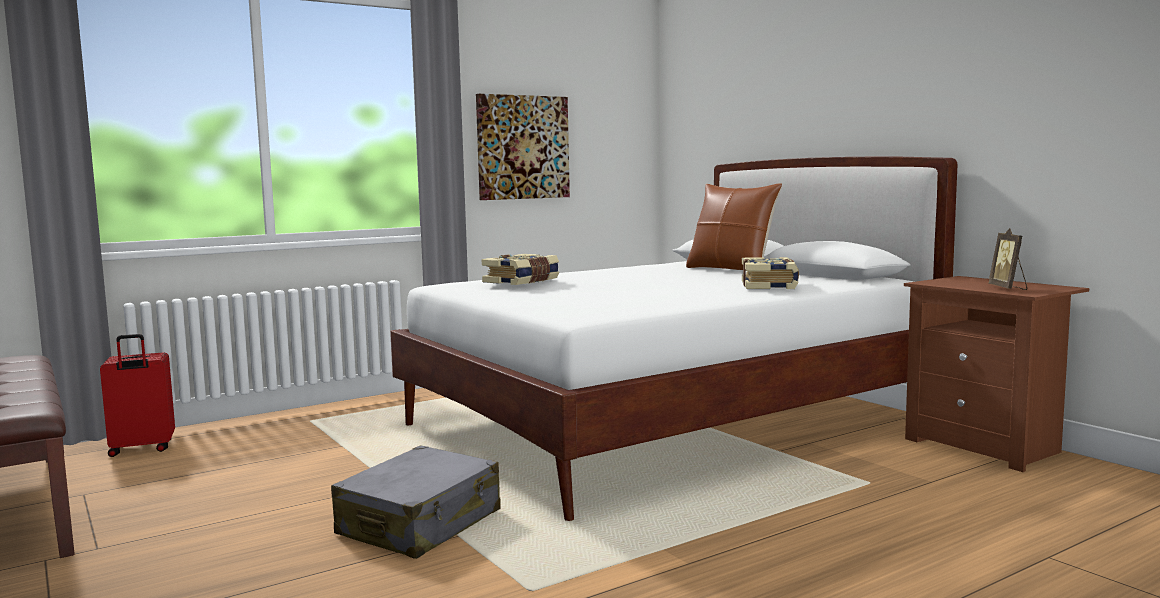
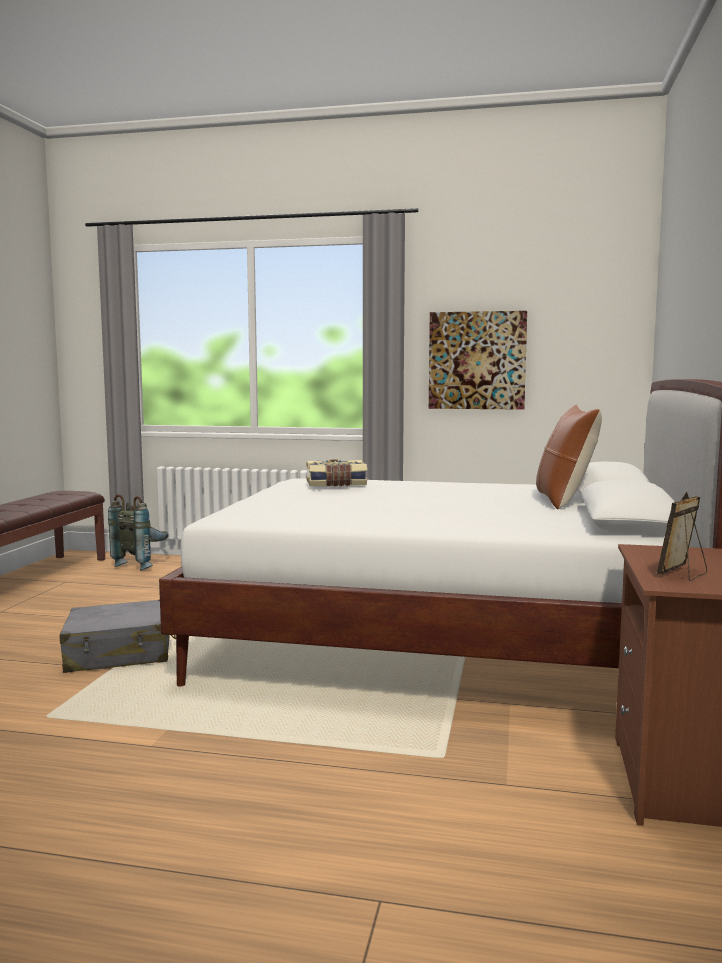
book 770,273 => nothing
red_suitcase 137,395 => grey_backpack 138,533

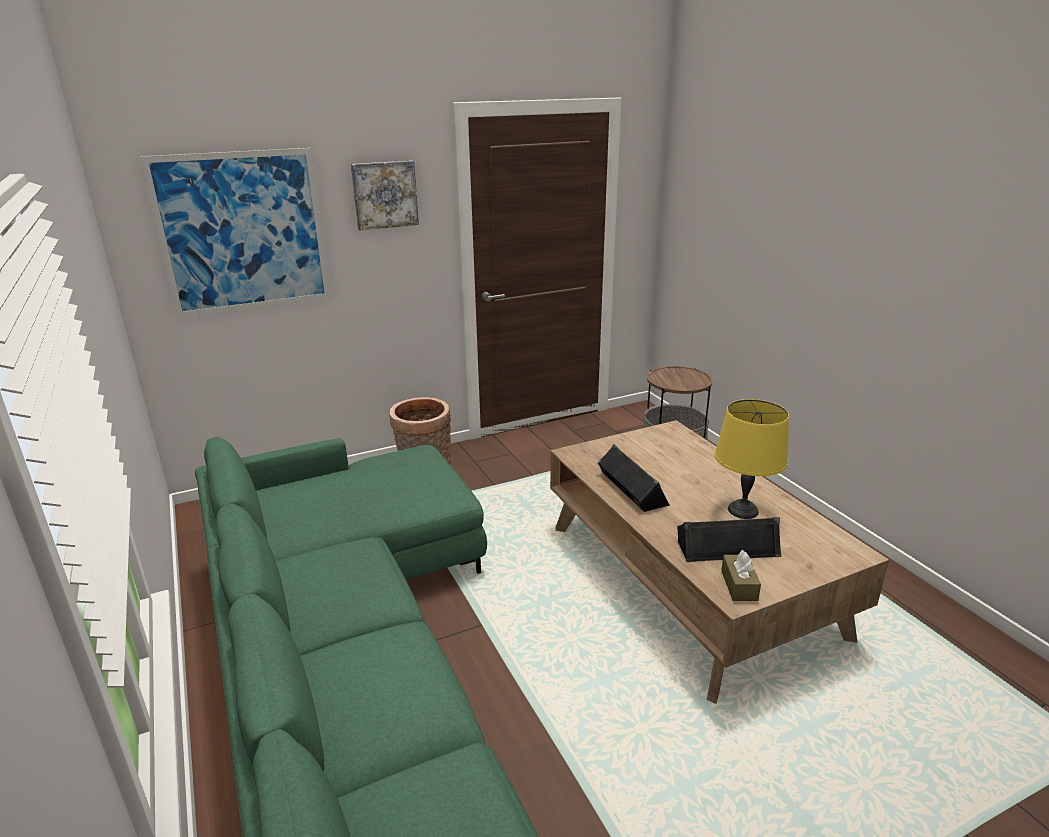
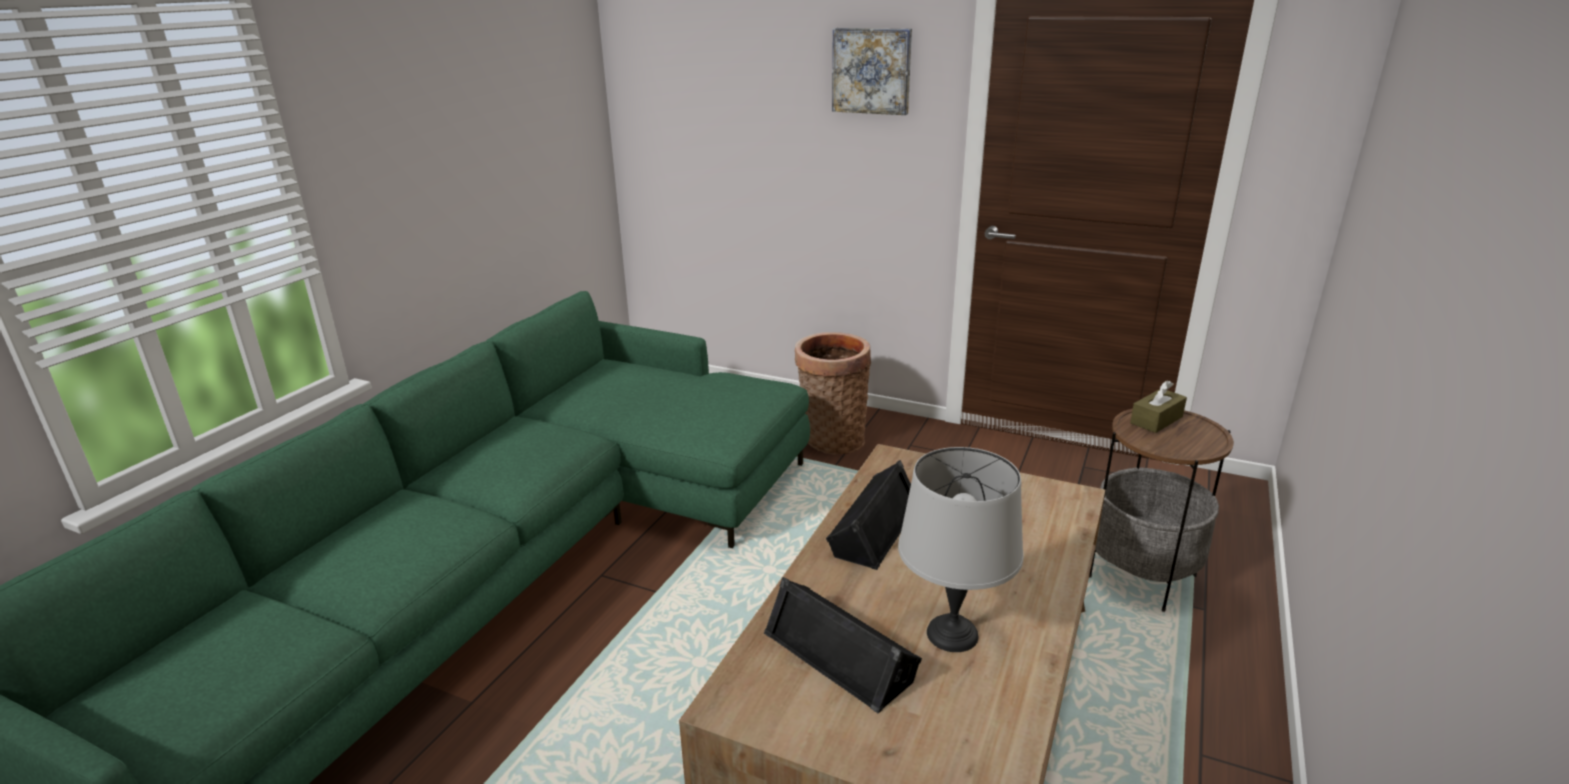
picture 235,233 => nothing
yellow_table_lamp 751,459 => grey_table_lamp 960,549
brown_tissue_box 741,575 => brown_tissue_box 1158,406, shifted

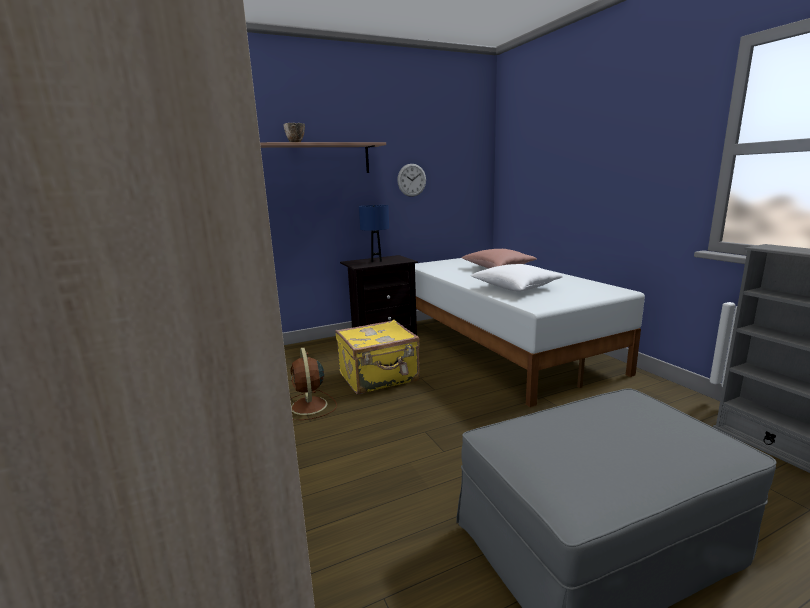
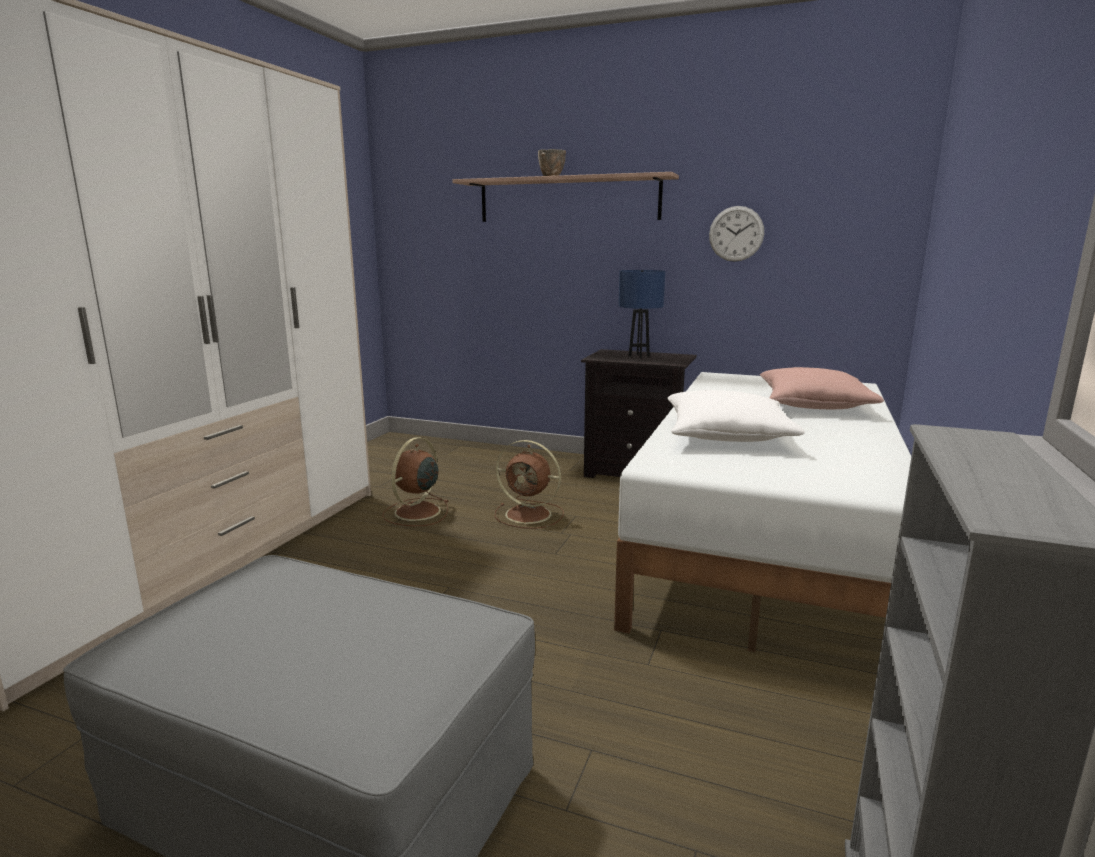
yellow_suitcase 377,357 => brown_fan 529,484

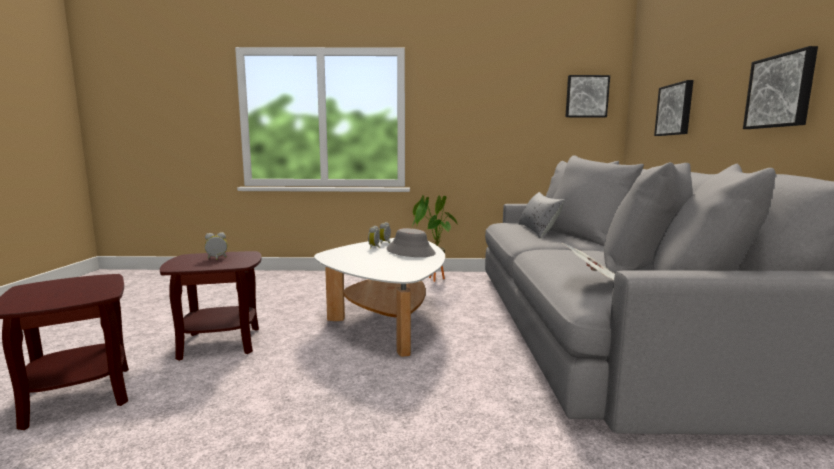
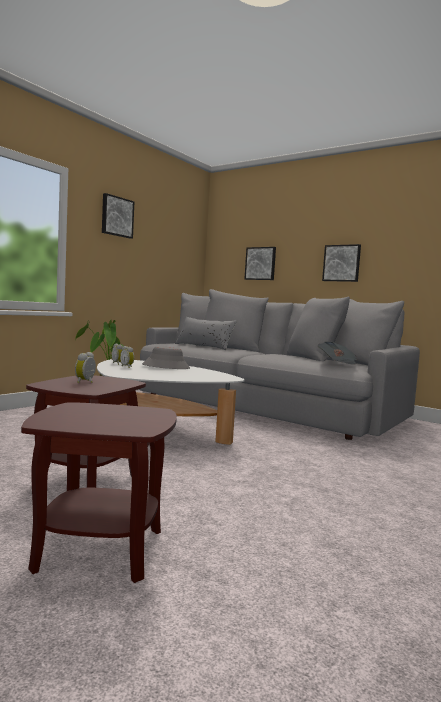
picture 587,96 => picture 118,216, shifted

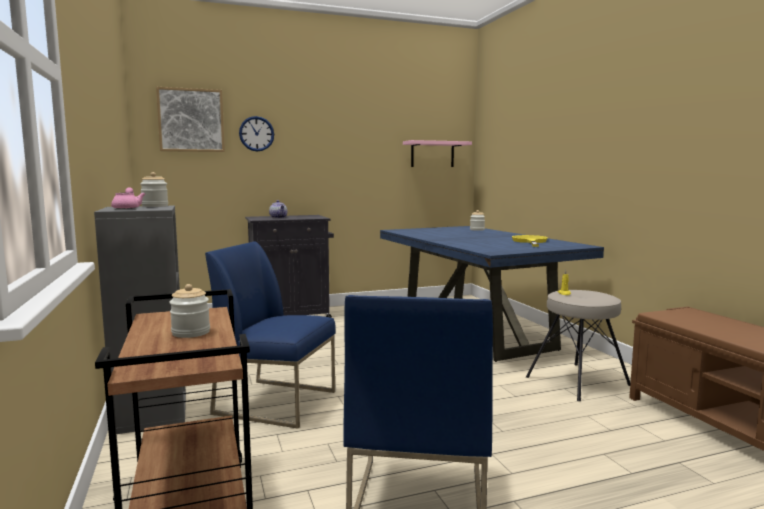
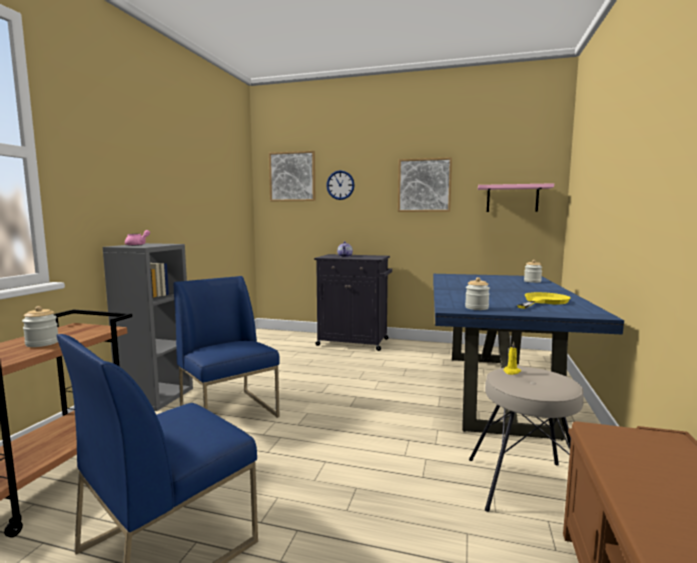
jar 154,189 => jar 477,293, shifted
nothing => picture 425,184

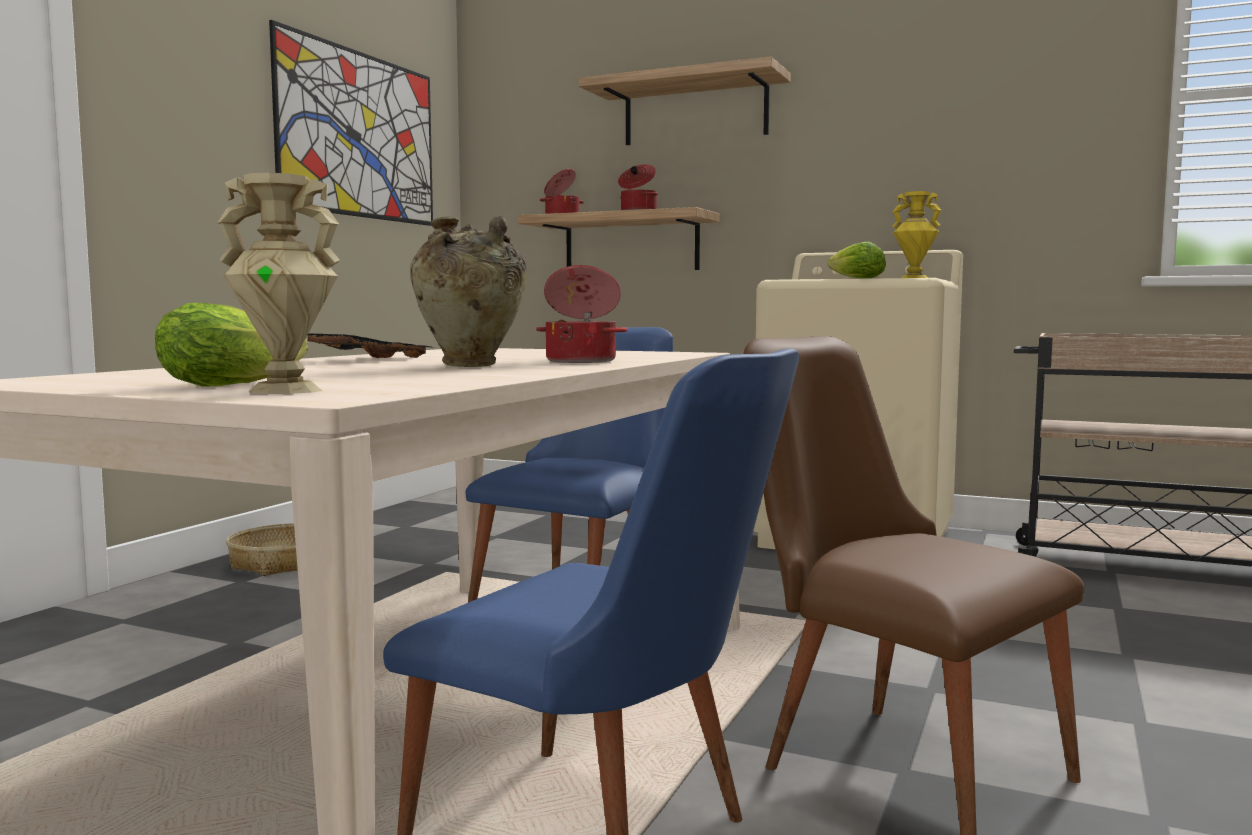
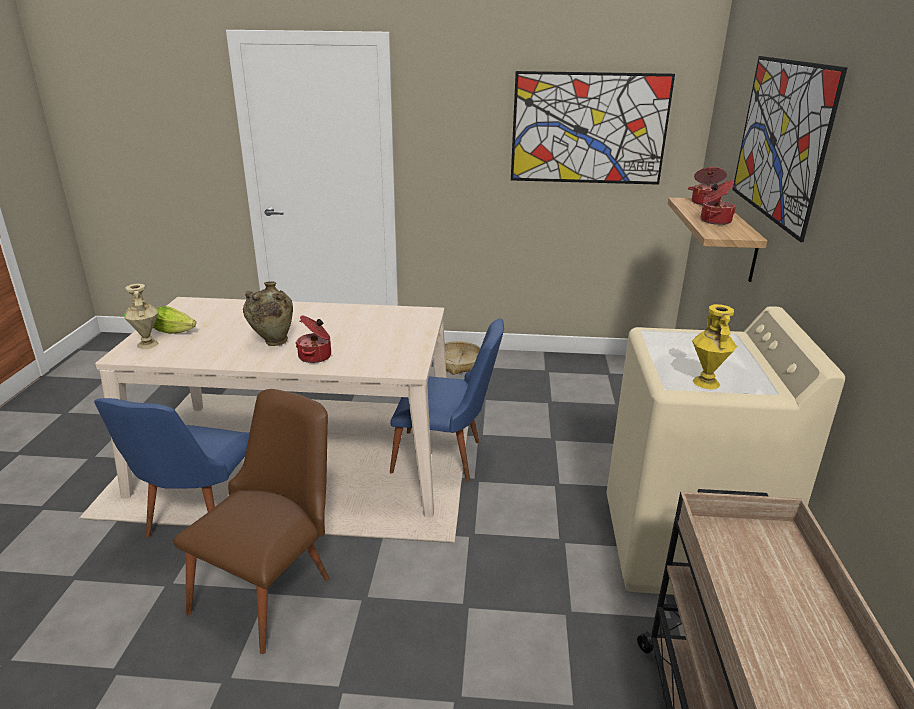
shelf 685,100 => picture 790,149
lettuce 856,260 => nothing
black_tray 371,345 => nothing

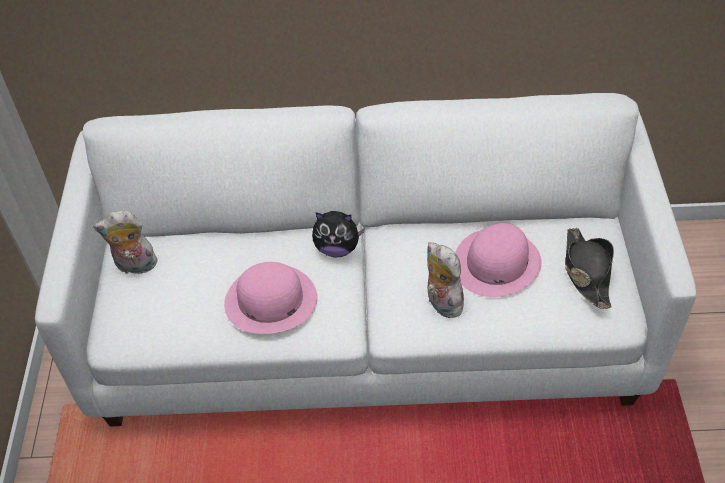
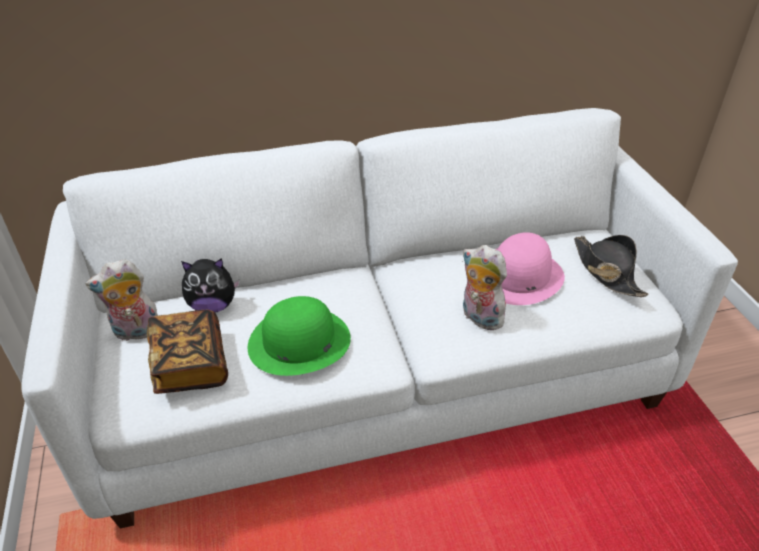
plush_toy 338,234 => plush_toy 210,285, shifted
pink_hat 271,298 => green_hat 299,336
nothing => book 187,352

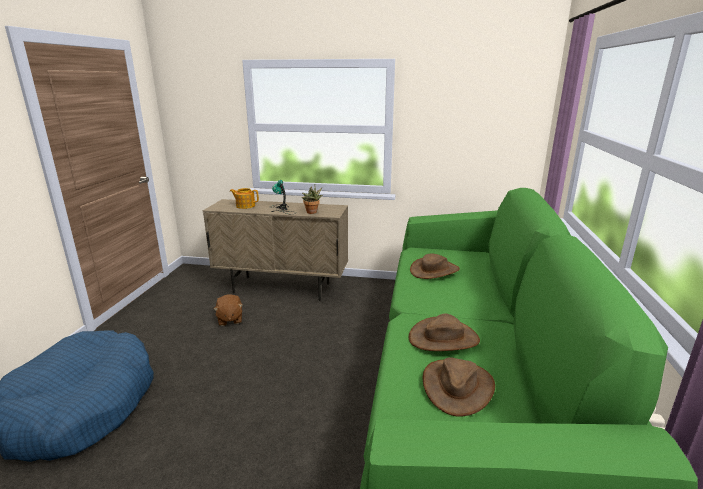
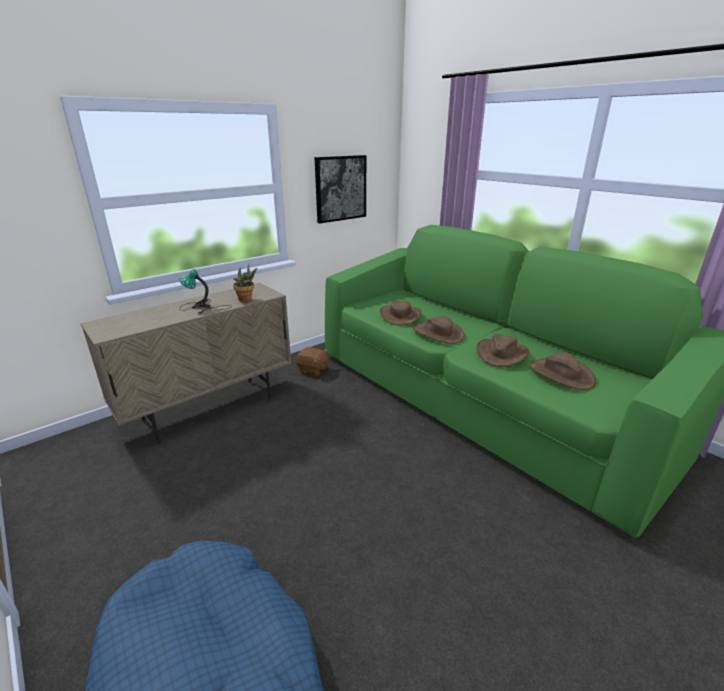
teapot 244,198 => nothing
brown_plush_toy 228,310 => brown_plush_toy 313,361, shifted
nothing => picture 340,189
nothing => brown_hat 438,330

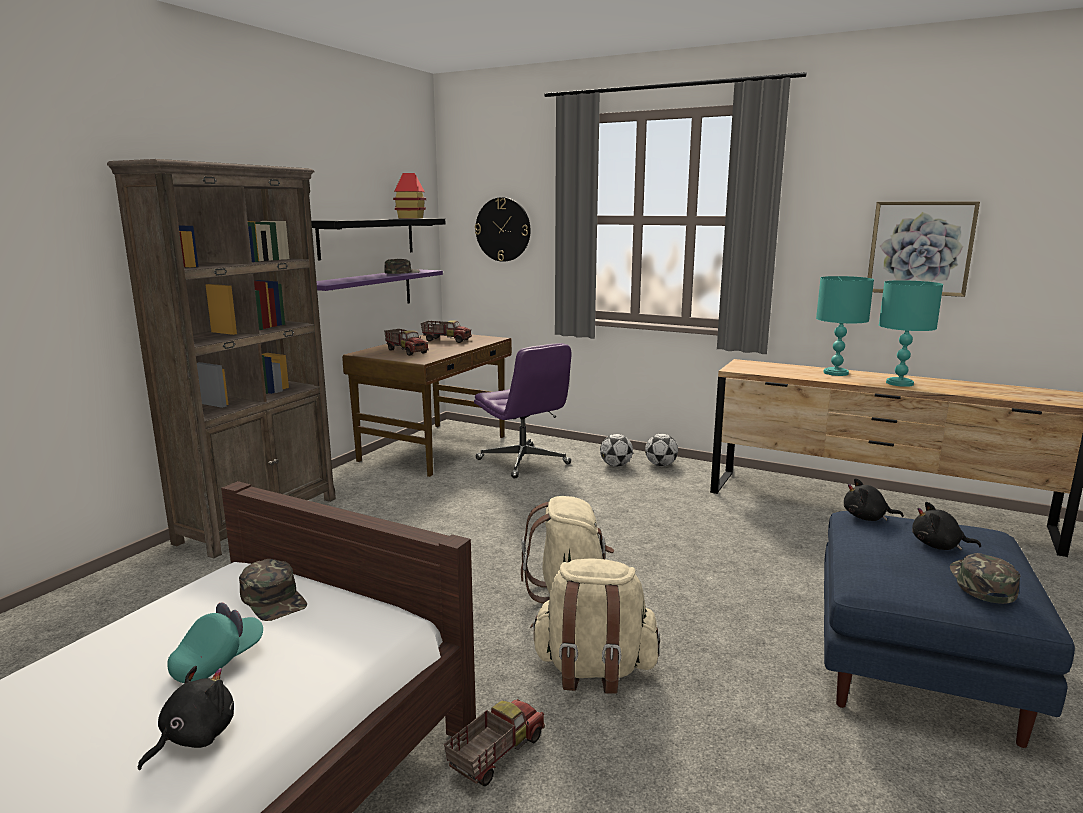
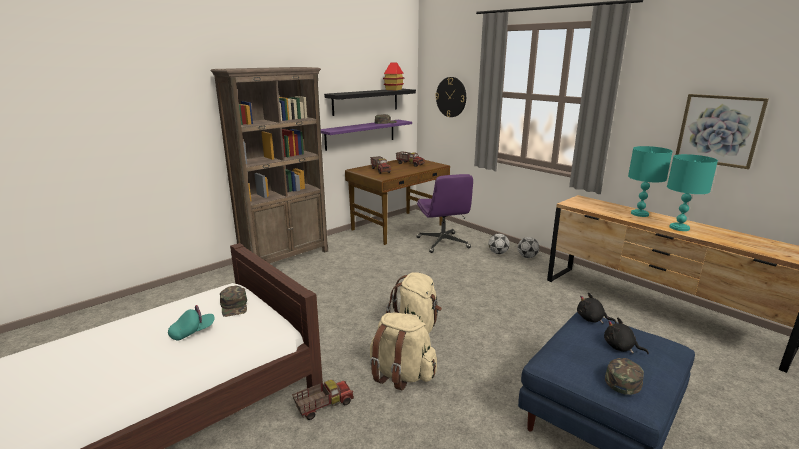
black_plush_toy 186,718 => nothing

